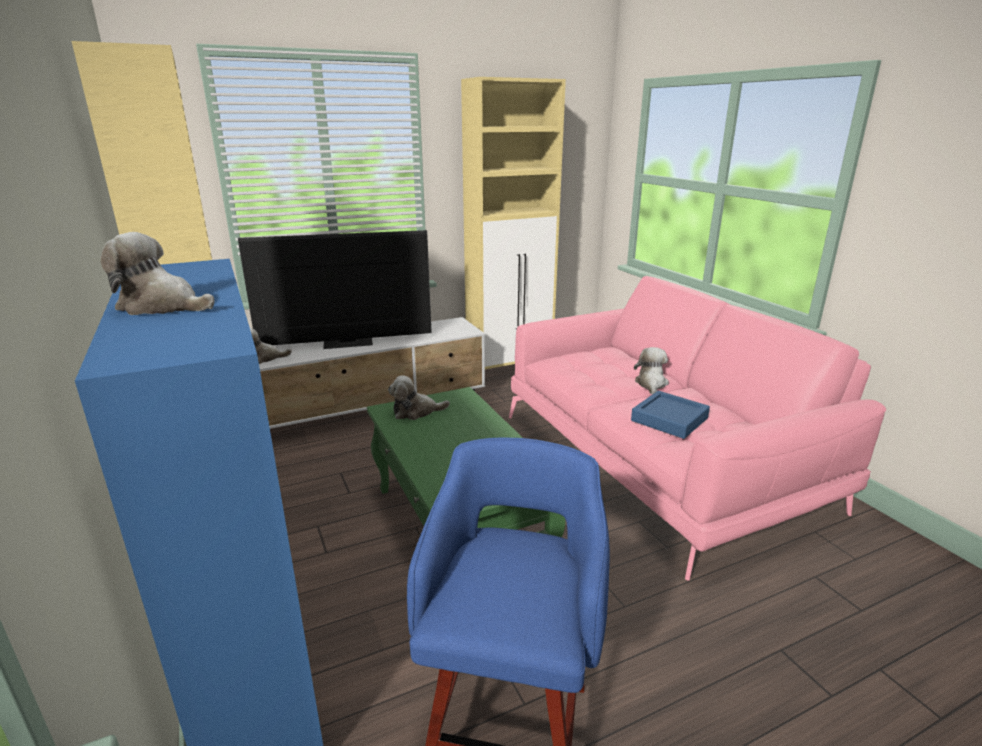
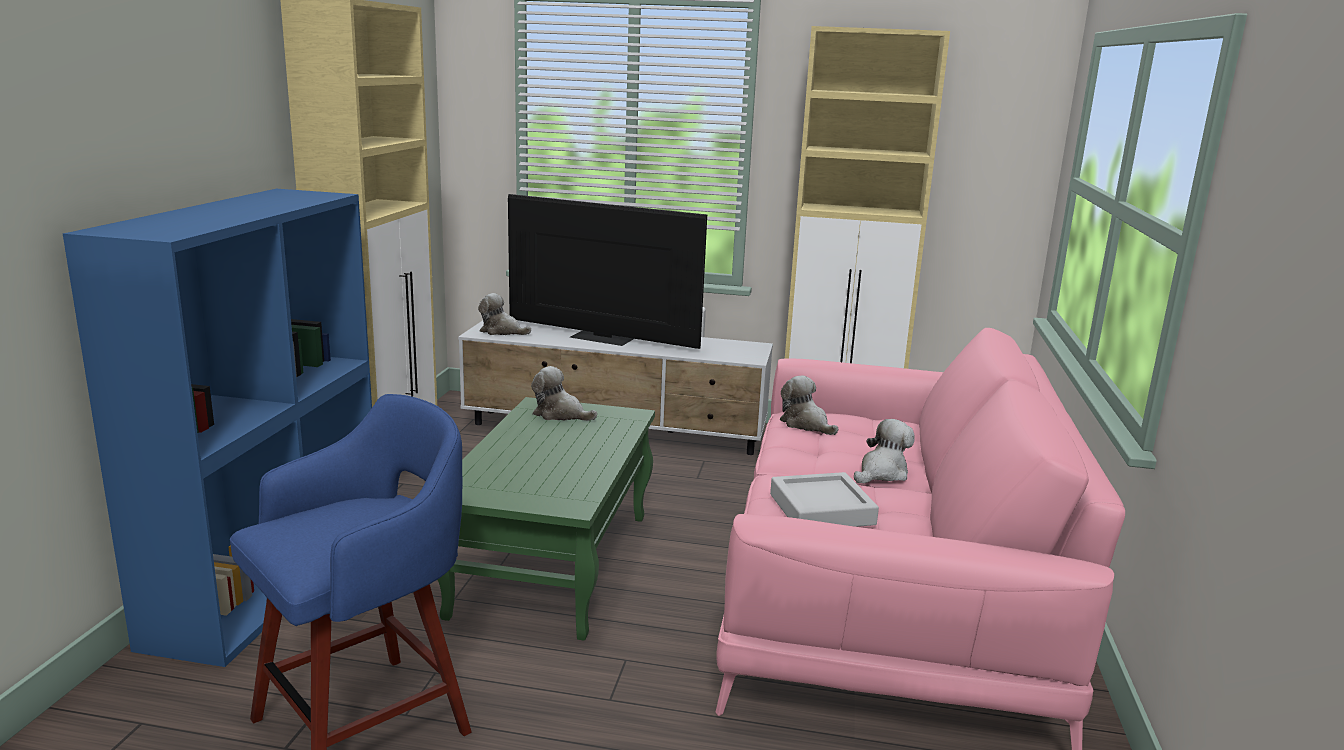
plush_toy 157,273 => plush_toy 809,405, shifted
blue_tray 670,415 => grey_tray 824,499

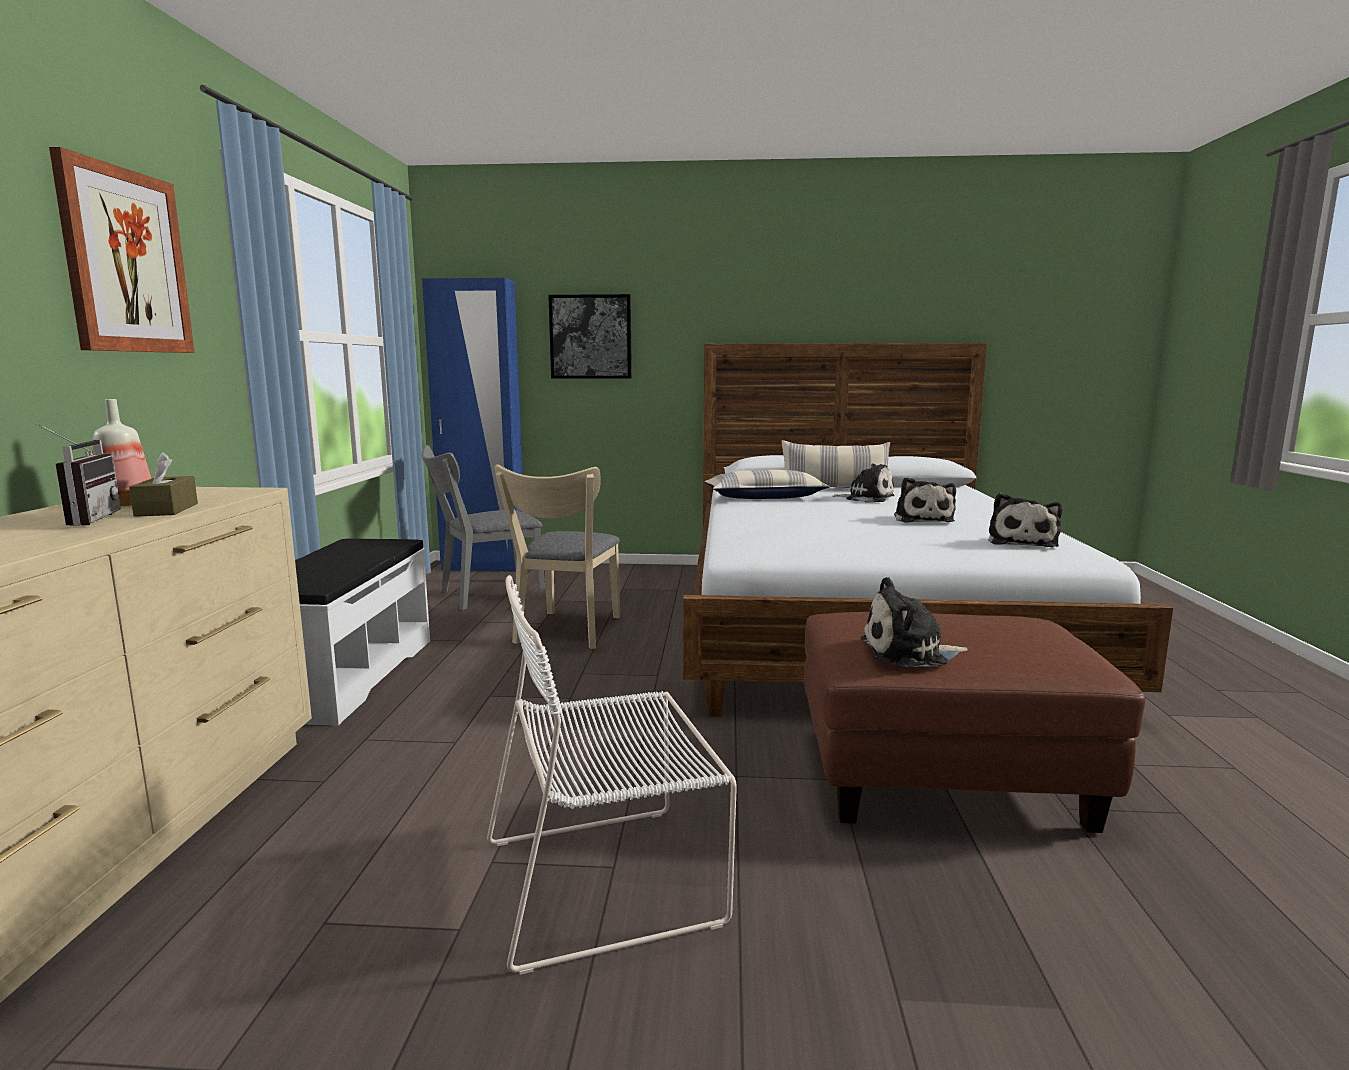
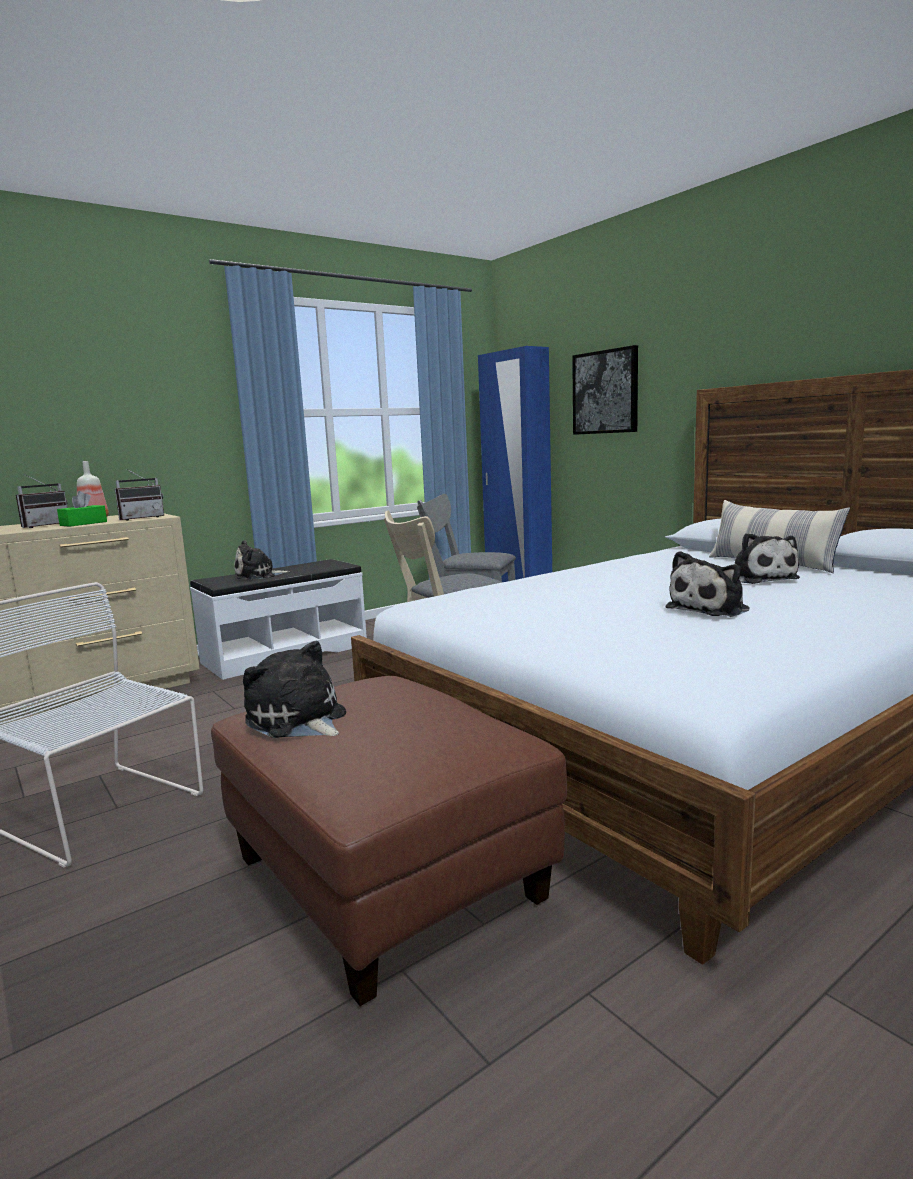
picture 122,250 => nothing
brown_tissue_box 163,484 => green_tissue_box 82,509
pillow 767,484 => nothing
plush_toy 1025,520 => plush_toy 262,560, shifted
nothing => radio 139,495

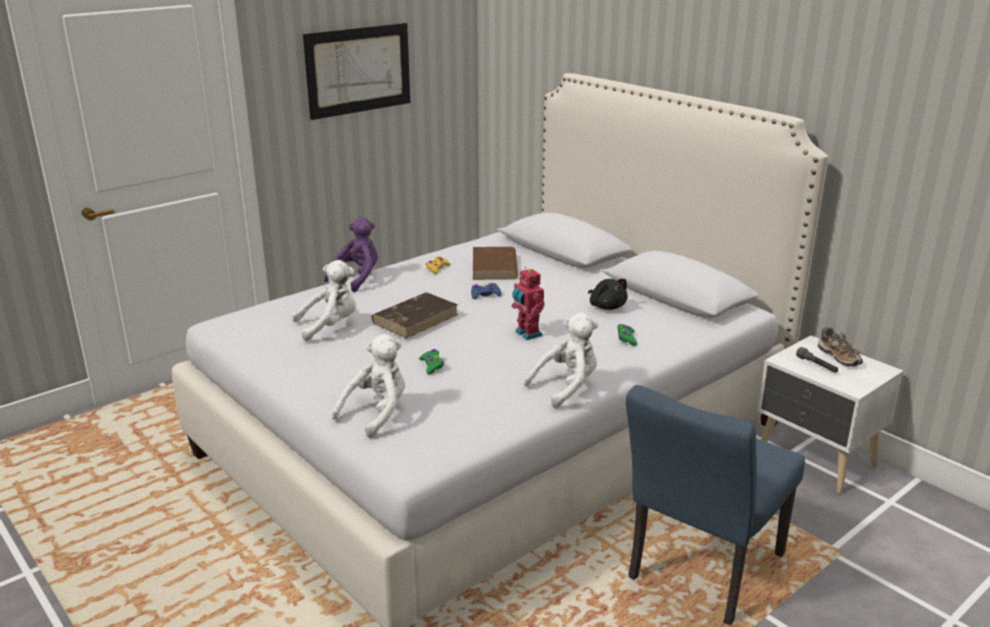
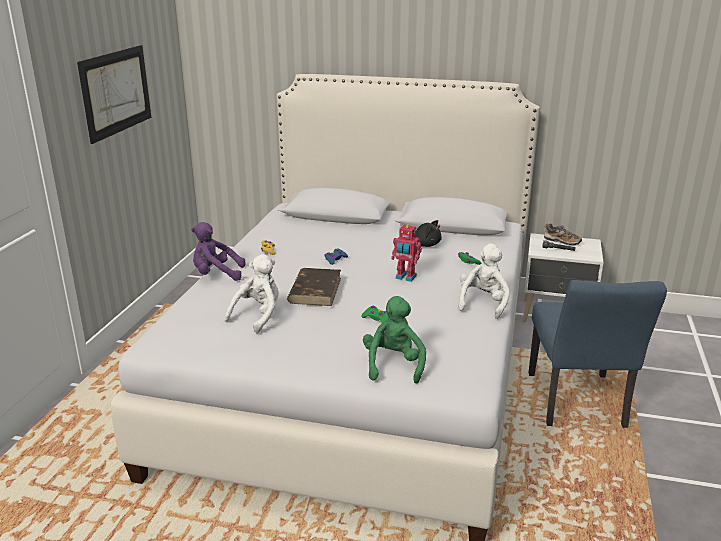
purple_plush_toy 351,254 => purple_plush_toy 218,251, 90 degrees counterclockwise
brown_book 495,263 => nothing
white_plush_toy 368,386 => green_plush_toy 394,339

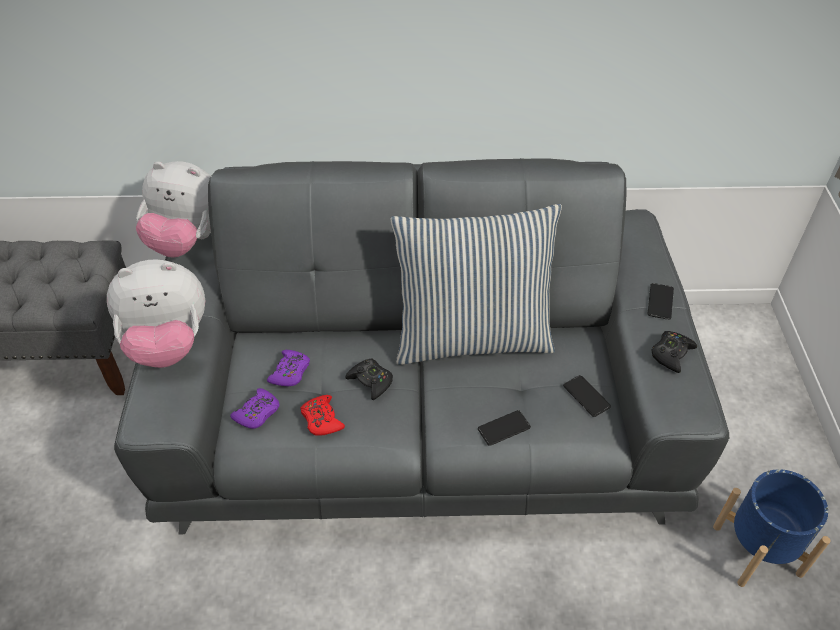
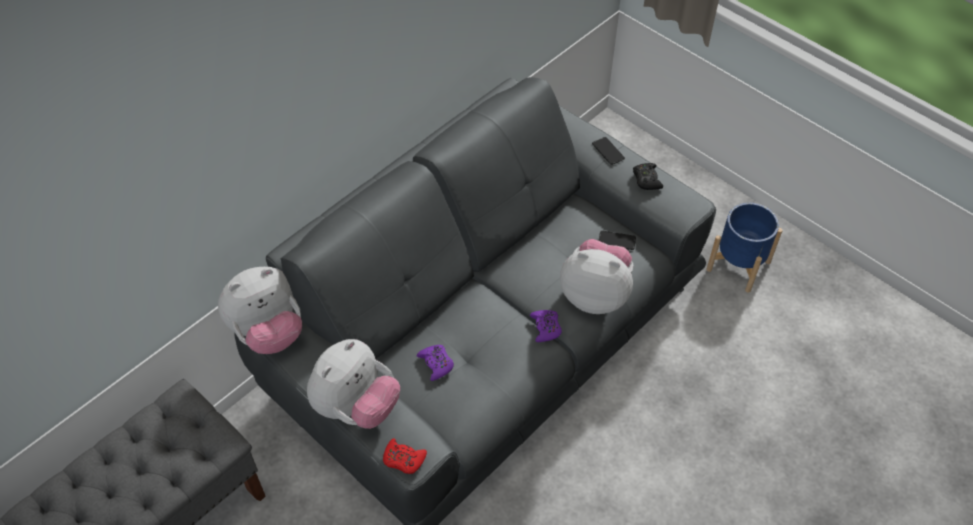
pillow 476,284 => nothing
black_game_controller 369,379 => nothing
purple_game_controller 255,408 => purple_game_controller 546,326, shifted
red_game_controller 322,415 => red_game_controller 405,456, shifted
phone 504,428 => plush_toy 597,276

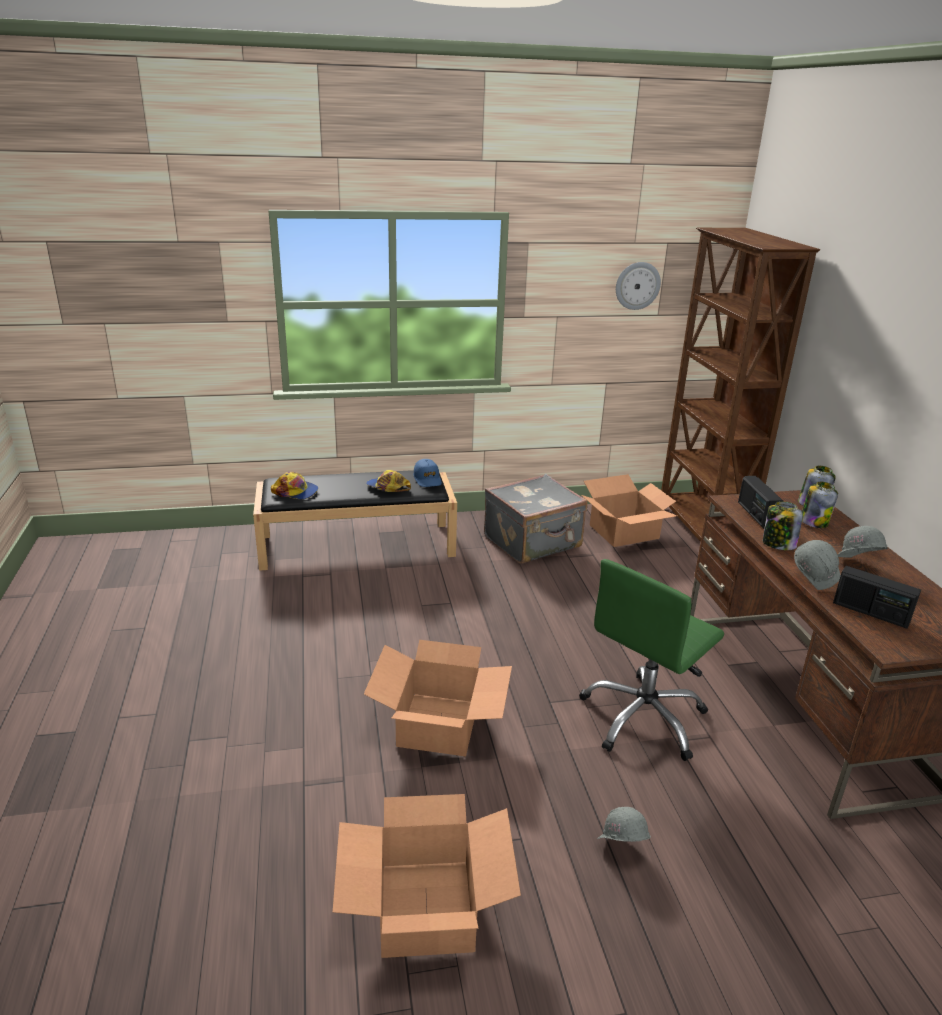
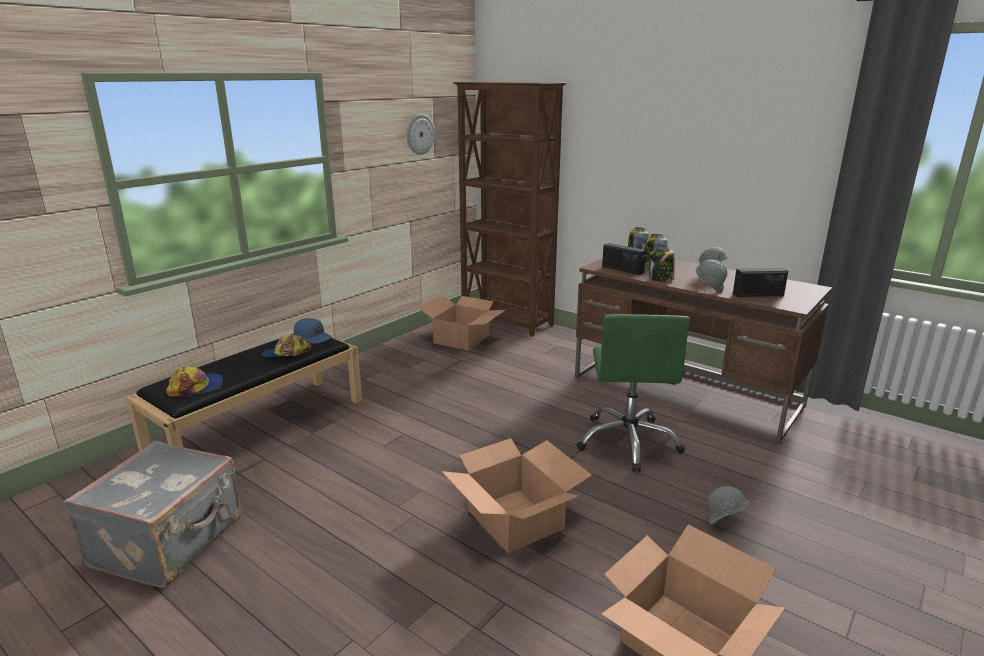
grey_suitcase 536,519 => grey_suitcase 152,514, shifted

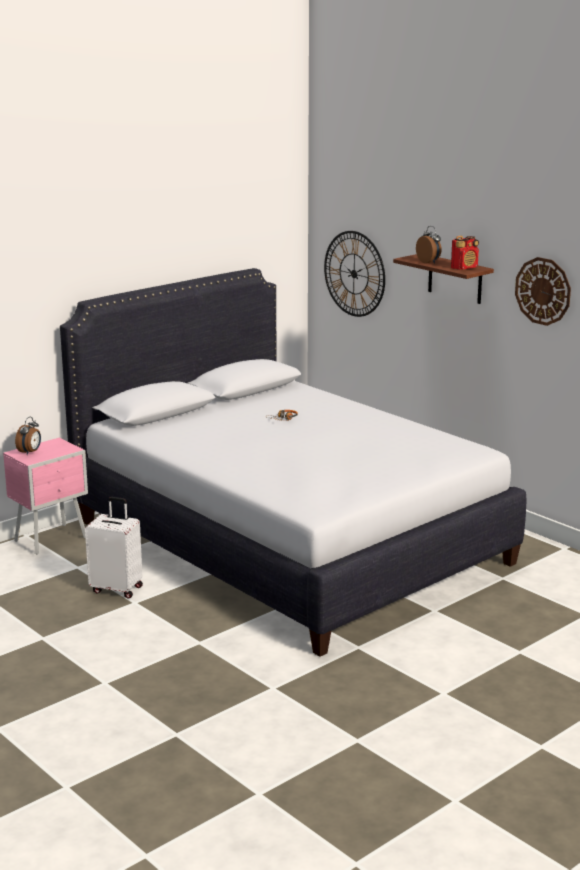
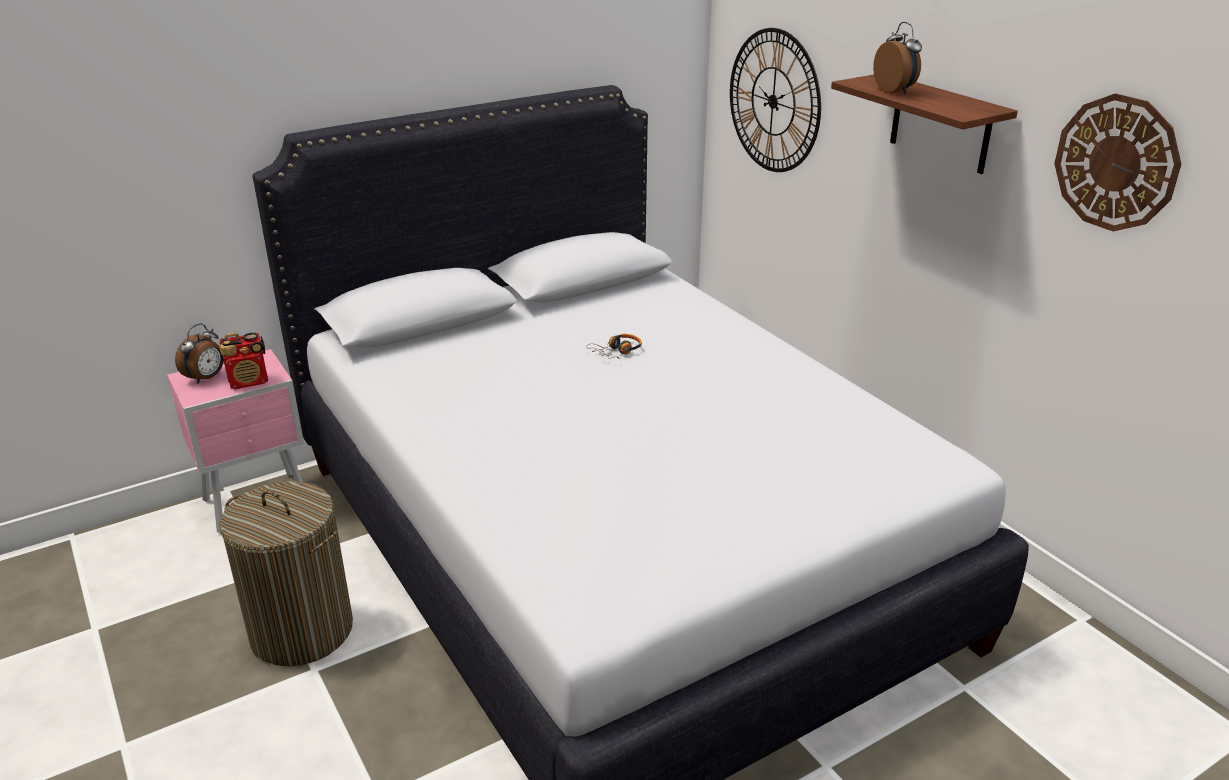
radio 465,253 => radio 243,361, shifted
white_suitcase 114,548 => laundry_basket 286,573

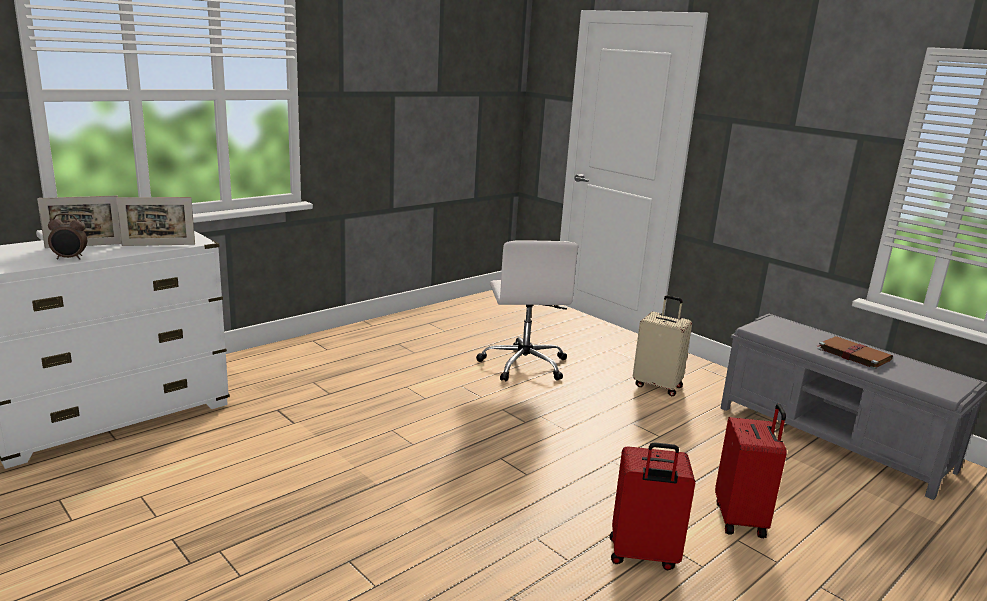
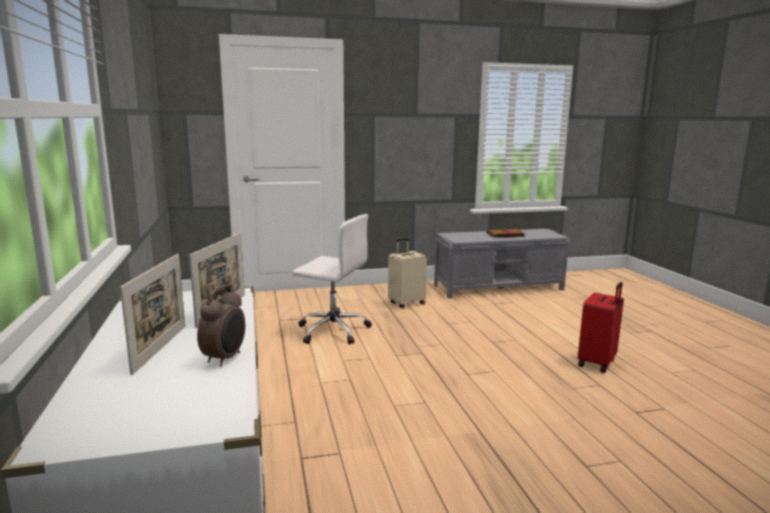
red_suitcase 751,471 => nothing

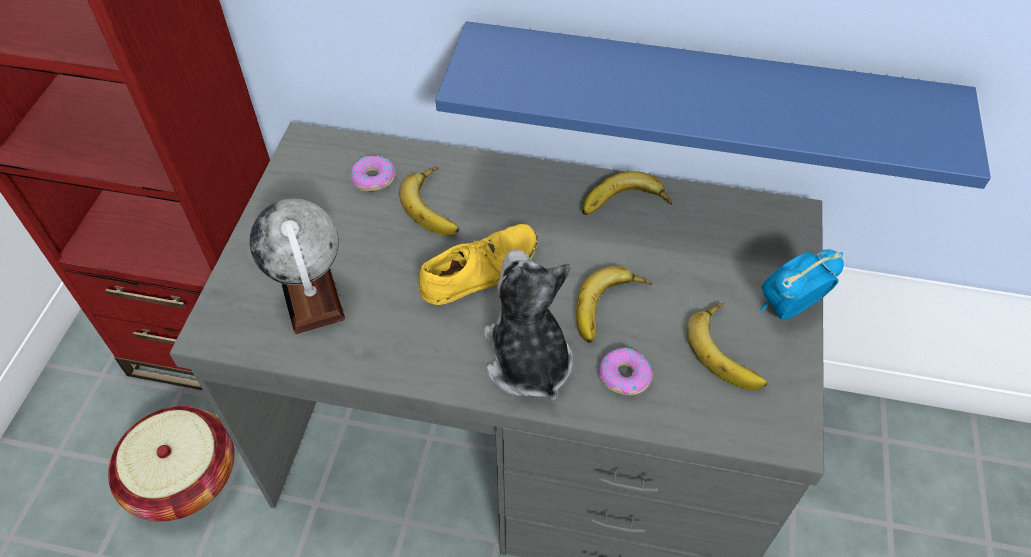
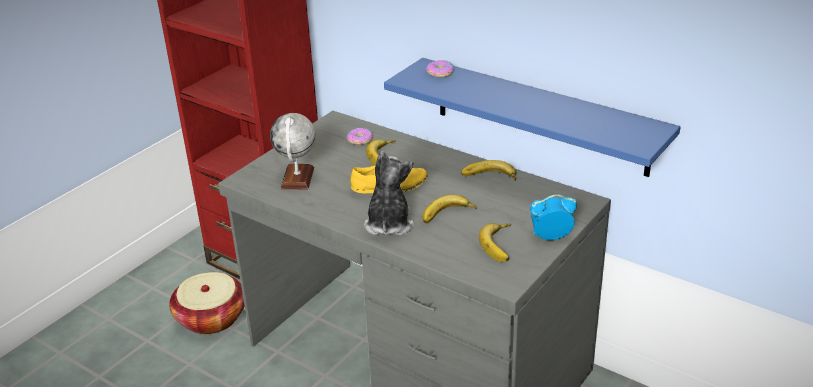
donut 626,371 => donut 440,68, shifted

